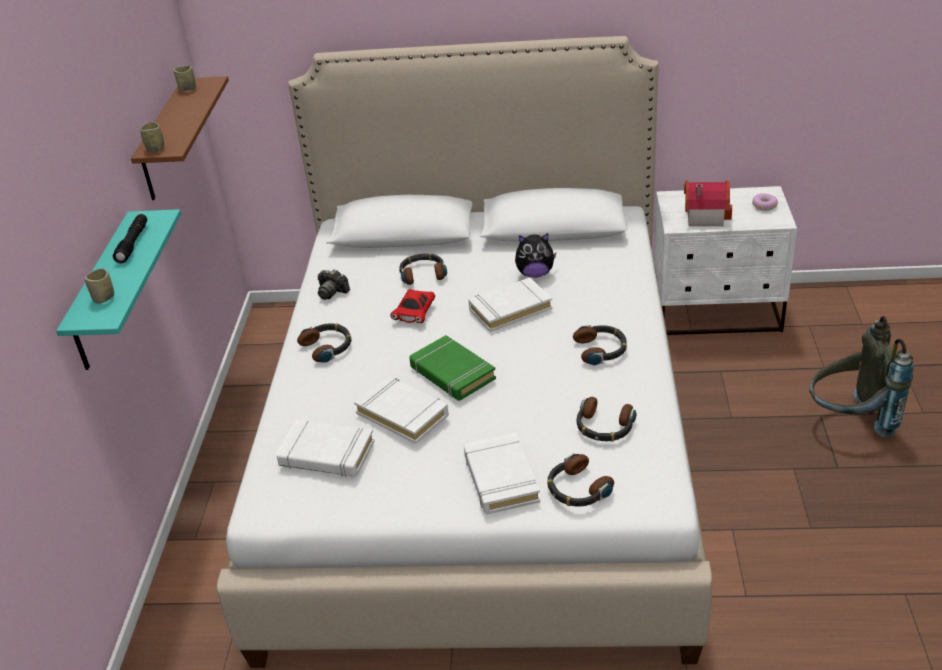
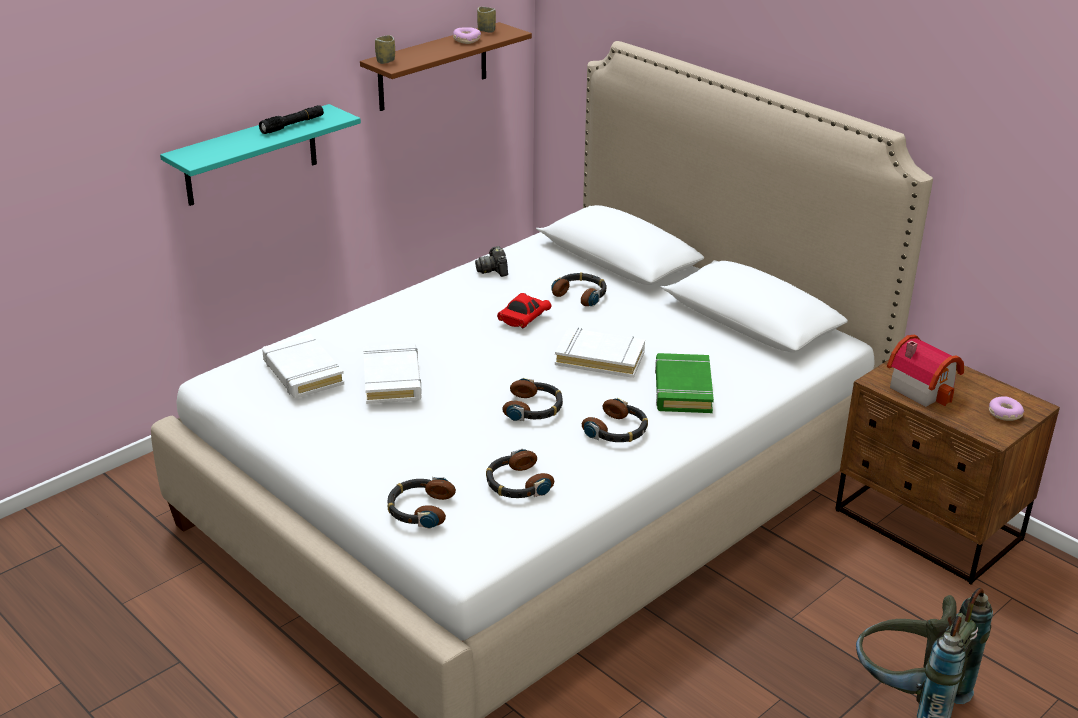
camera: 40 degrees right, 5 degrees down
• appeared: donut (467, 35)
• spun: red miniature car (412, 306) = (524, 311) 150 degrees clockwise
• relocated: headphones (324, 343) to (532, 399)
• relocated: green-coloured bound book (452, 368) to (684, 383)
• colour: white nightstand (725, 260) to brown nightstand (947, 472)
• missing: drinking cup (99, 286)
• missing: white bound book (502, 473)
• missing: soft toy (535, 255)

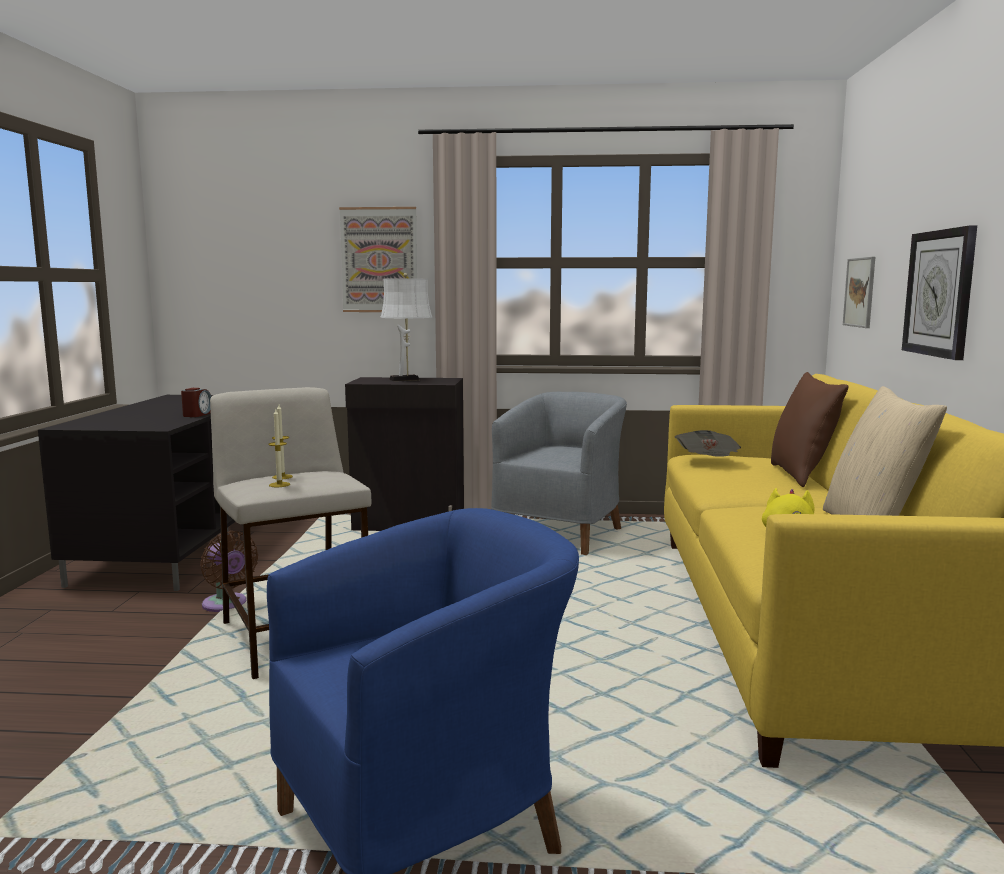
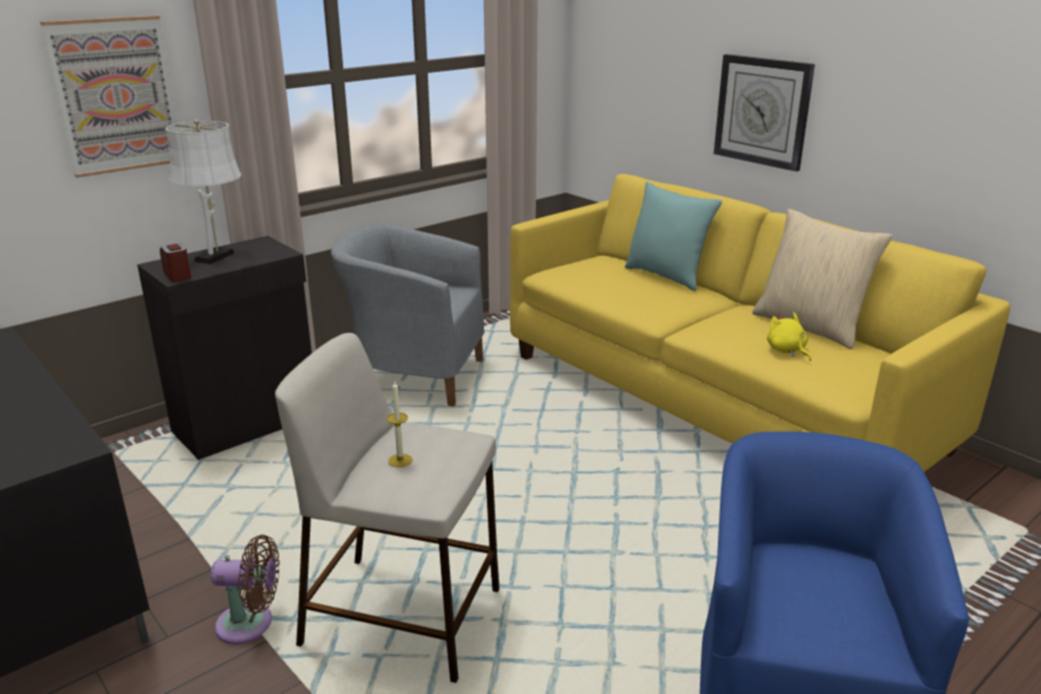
camera: 45 degrees left, 15 degrees up
• relocated: bedside clock (196, 402) to (175, 263)
• spun: greyish lounge chair (559, 473) = (407, 315) 60 degrees counterclockwise
• colour: brown cushion (810, 429) to turquoise cushion (673, 236)
• missing: candle (279, 448)
• missing: daily paper (708, 443)
• missing: wall art (859, 292)

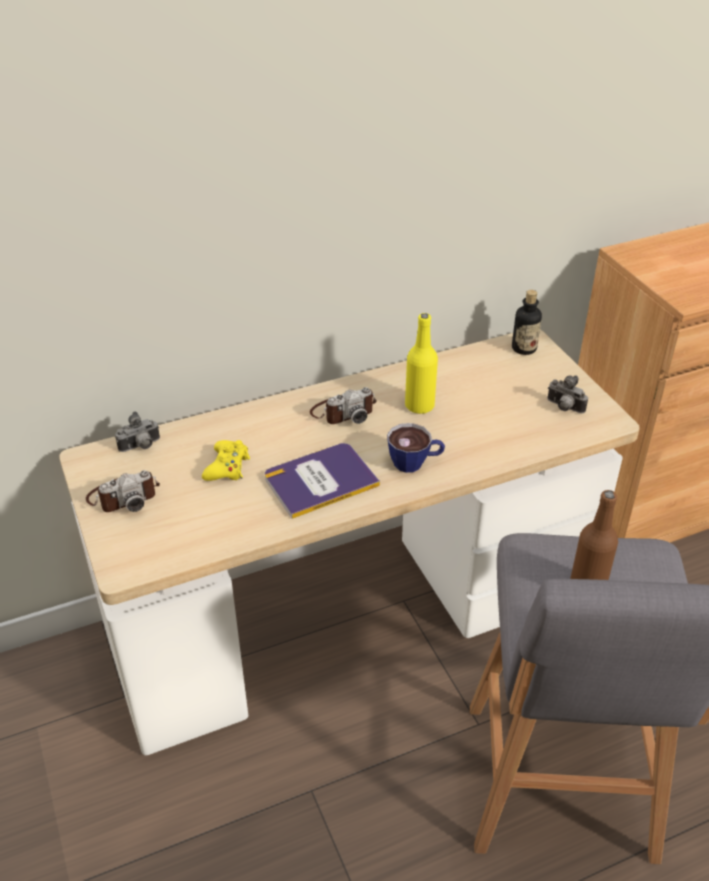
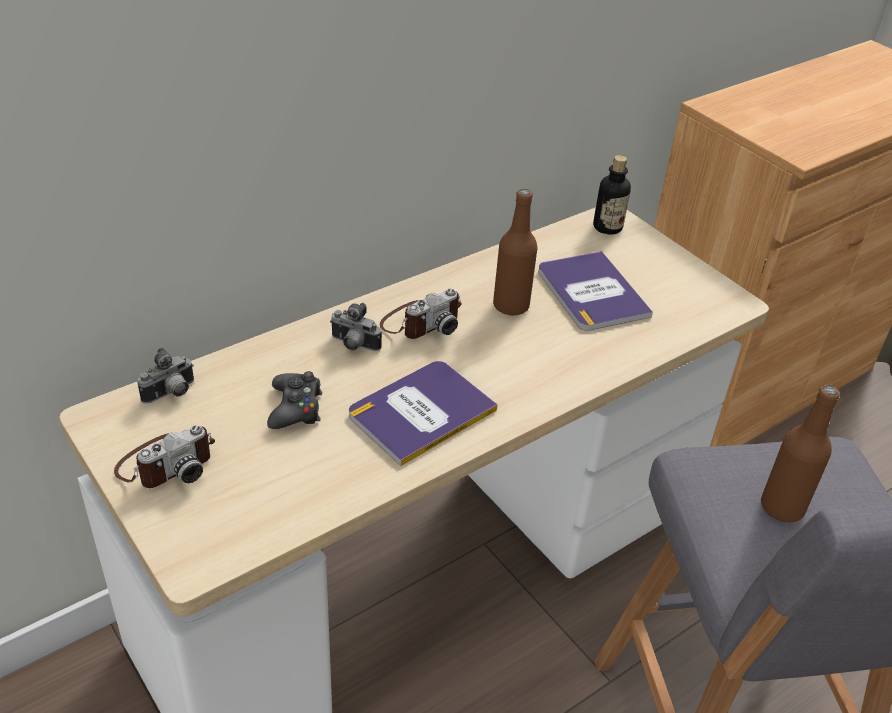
camera: 15 degrees left, 0 degrees up
• colour: yellowish game controller (226, 460) to black game controller (294, 400)
• relocated: photo camera (567, 394) to (356, 327)
• colour: yellowish bottle (421, 363) to brown bottle (515, 252)
• appeared: bound book (595, 291)
• missing: drinking cup (416, 448)

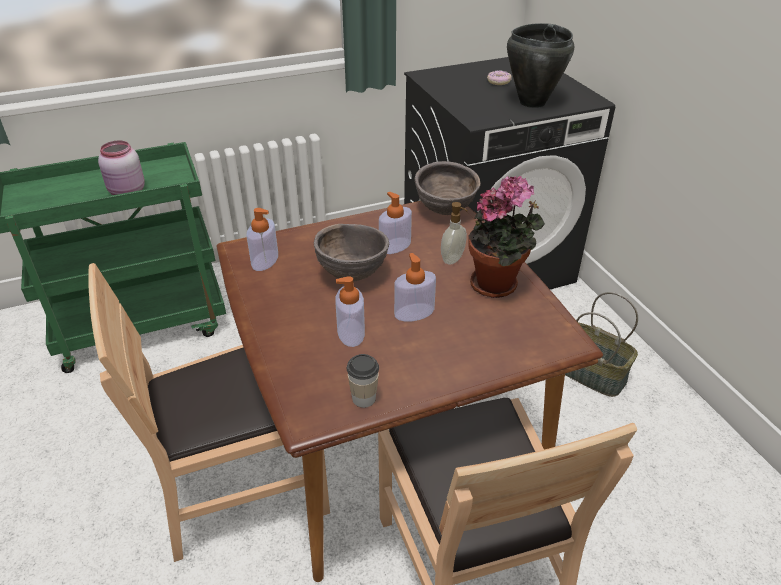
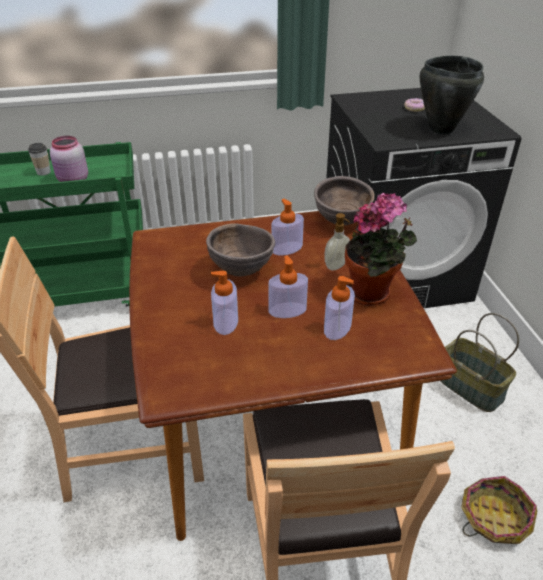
camera: 10 degrees right, 0 degrees up
• relocated: drinking cup (363, 381) to (39, 159)
• relocated: soap bottle (262, 239) to (339, 308)
• appeared: storage basket (499, 510)

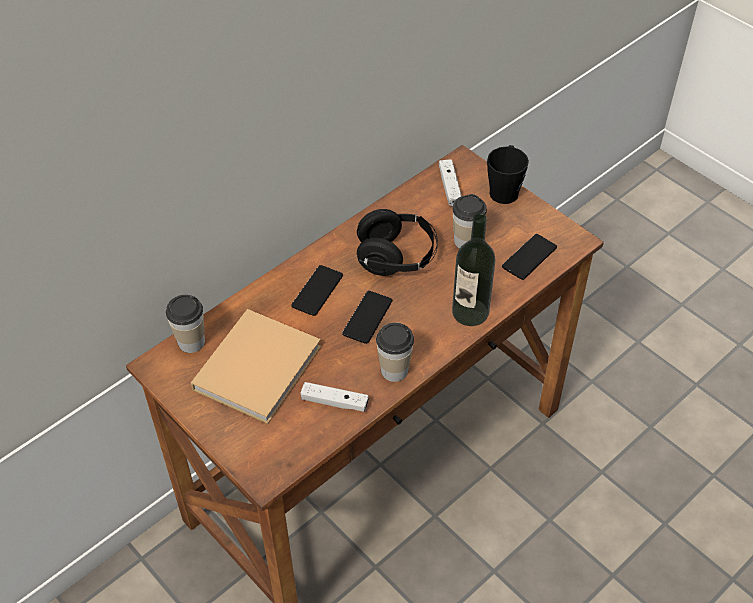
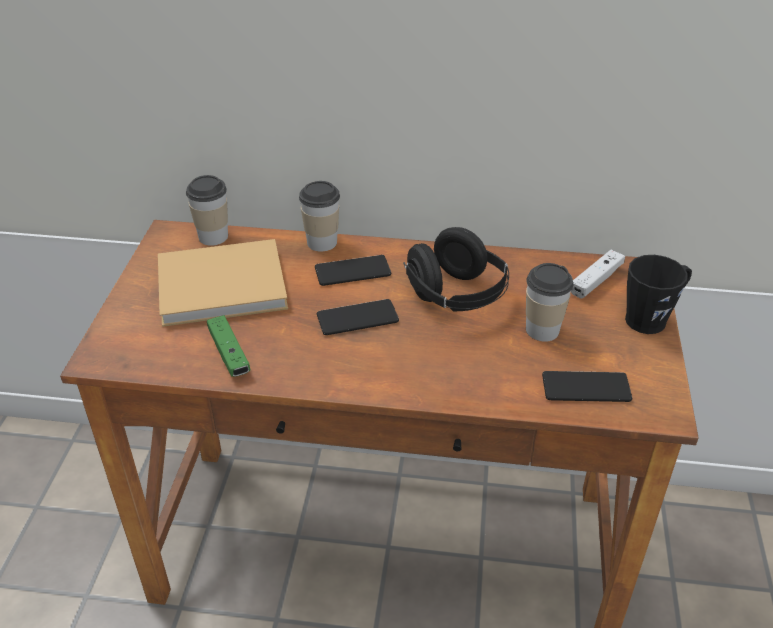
camera: 50 degrees right, 10 degrees down
• colour: white game controller (334, 397) to green-coloured game controller (228, 346)
• relocated: drinking cup (395, 352) to (319, 216)
• missing: bottle (473, 269)

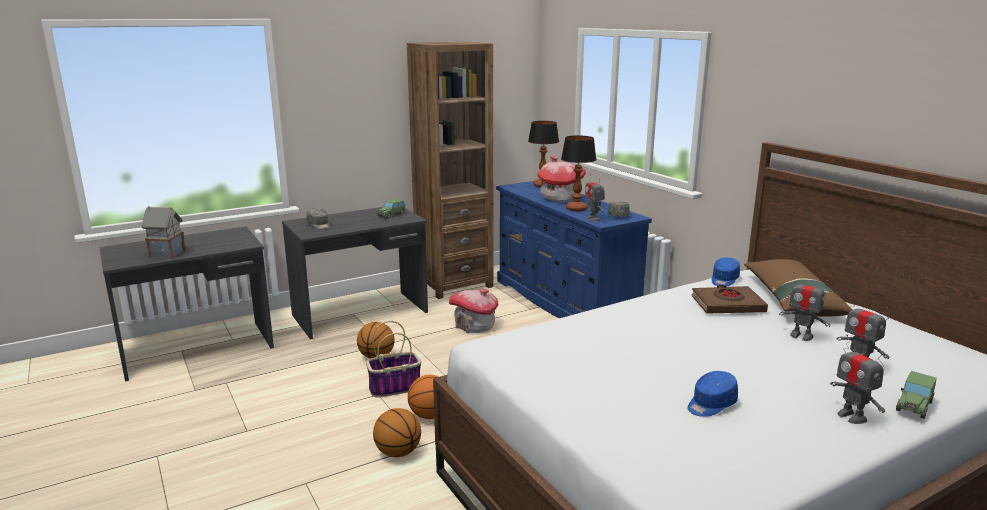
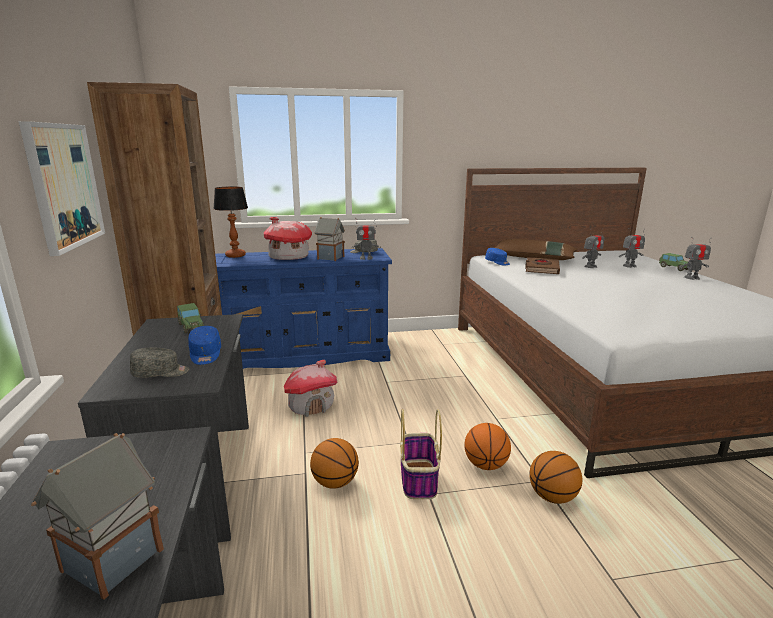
camera: 70 degrees left, 0 degrees up
• appeared: wall art (62, 188)
• relocated: blue peaked cap (713, 394) to (204, 345)
• exchanged: tabletop lamp (579, 173) to miniature house (329, 239)

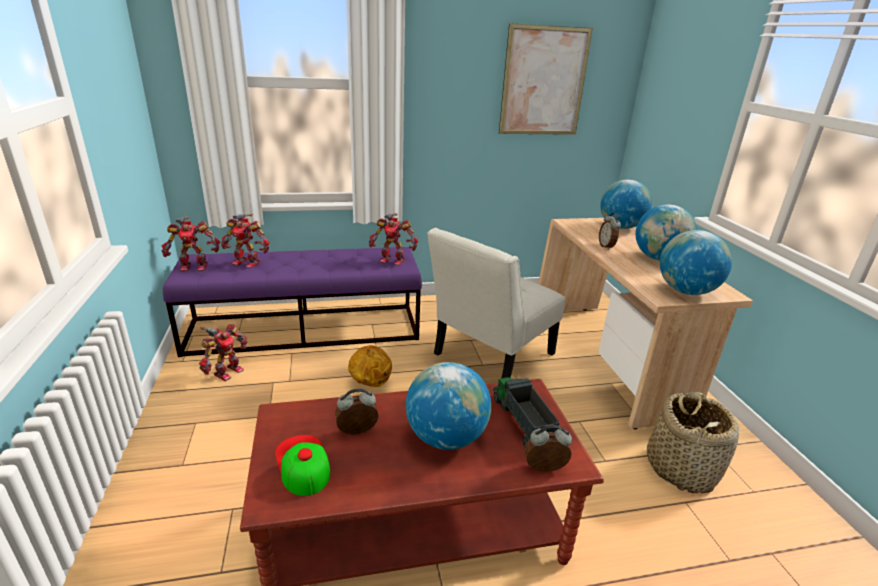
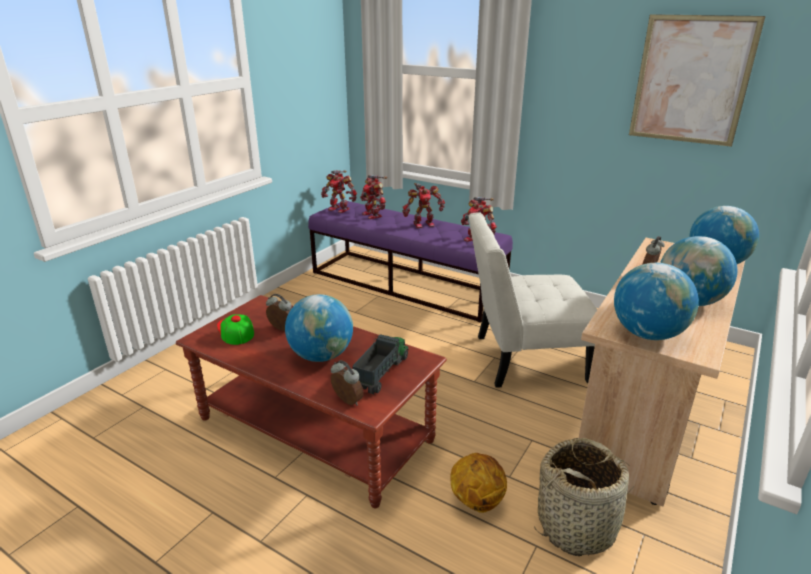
camera: 45 degrees right, 0 degrees up
• spun: peaked cap (302, 465) = (235, 329) 45 degrees counterclockwise
• relocated: model robot (223, 352) to (423, 205)
• relocated: ball for basketball (370, 366) to (478, 483)

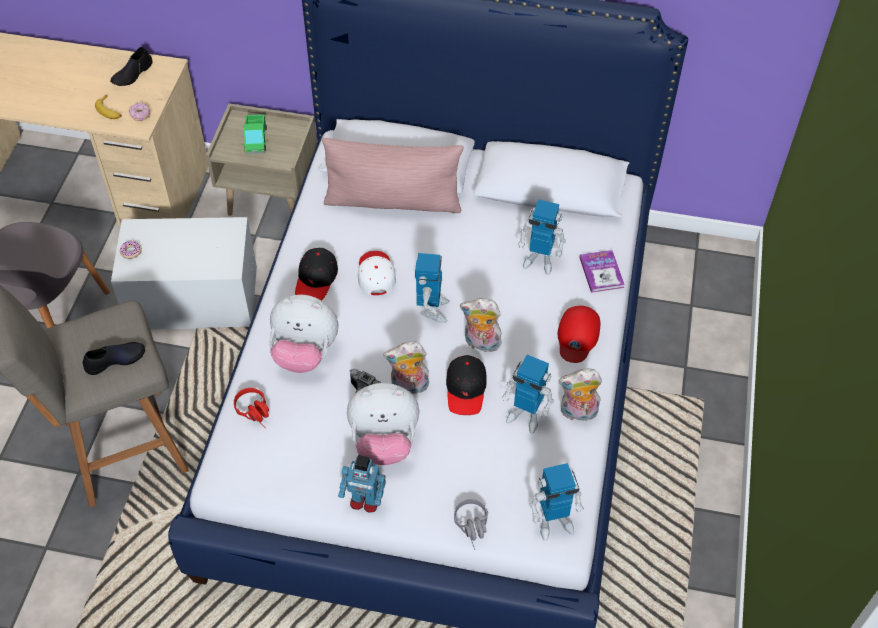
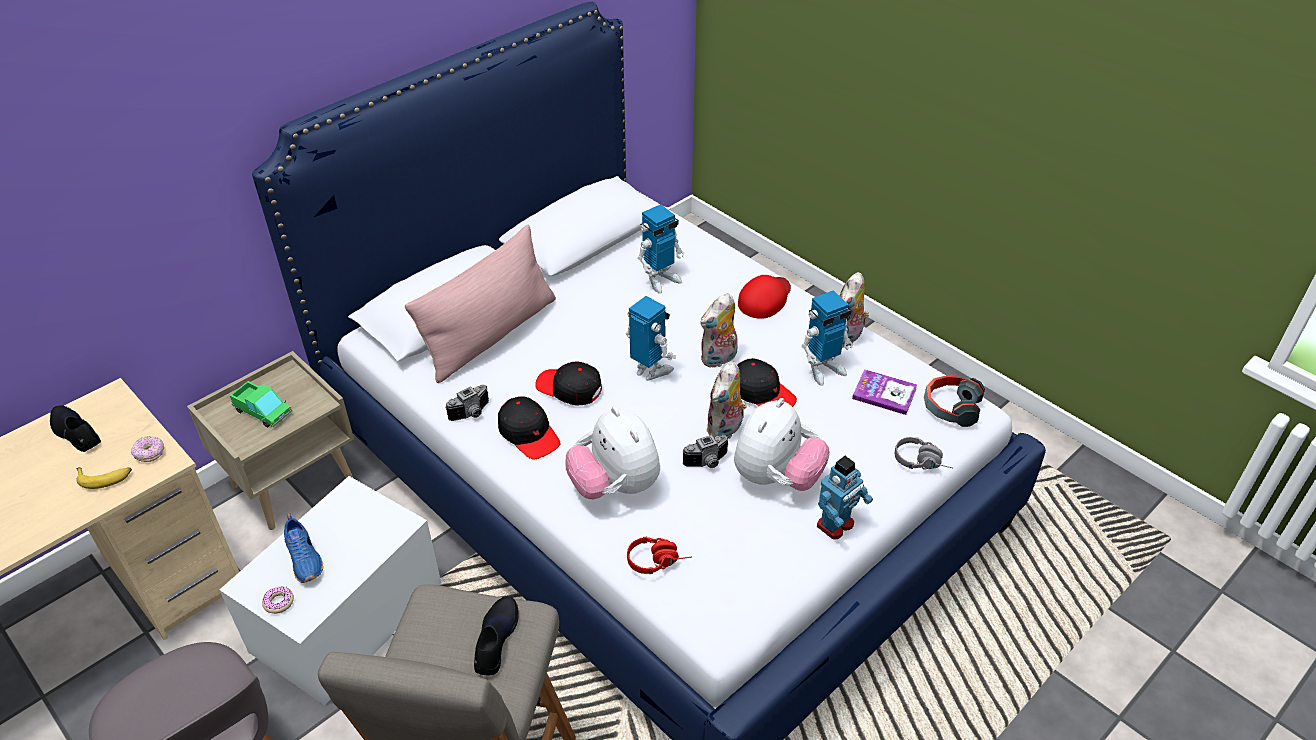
camera: 55 degrees left, 10 degrees down
• spun: black shoe (131, 66) = (75, 428) 150 degrees clockwise
• appeared: blue shoe (303, 548)
• appeared: photo camera (467, 403)
• colour: white peaked cap (377, 273) to black peaked cap (568, 383)
• spun: soft toy (303, 334) = (612, 453) 105 degrees clockwise
• spun: red peaked cap (579, 334) = (764, 297) 105 degrees counterclockwise
• relocated: bound book (602, 271) to (884, 392)
• exchanged: model robot (556, 502) to headphones (954, 401)

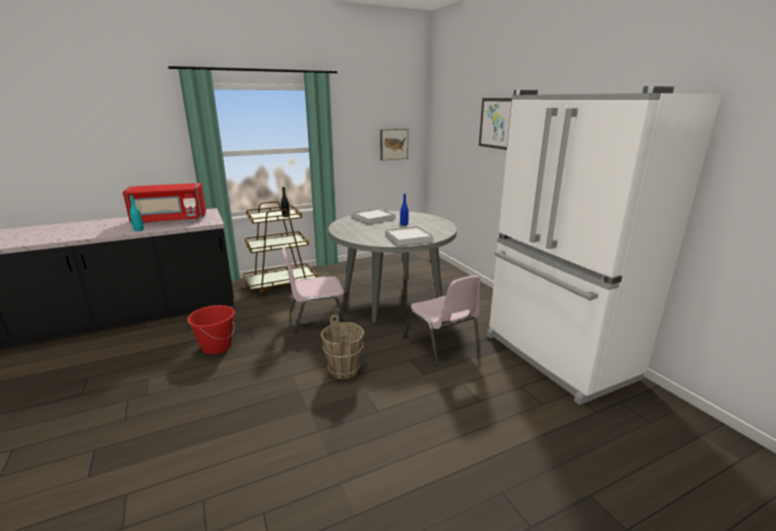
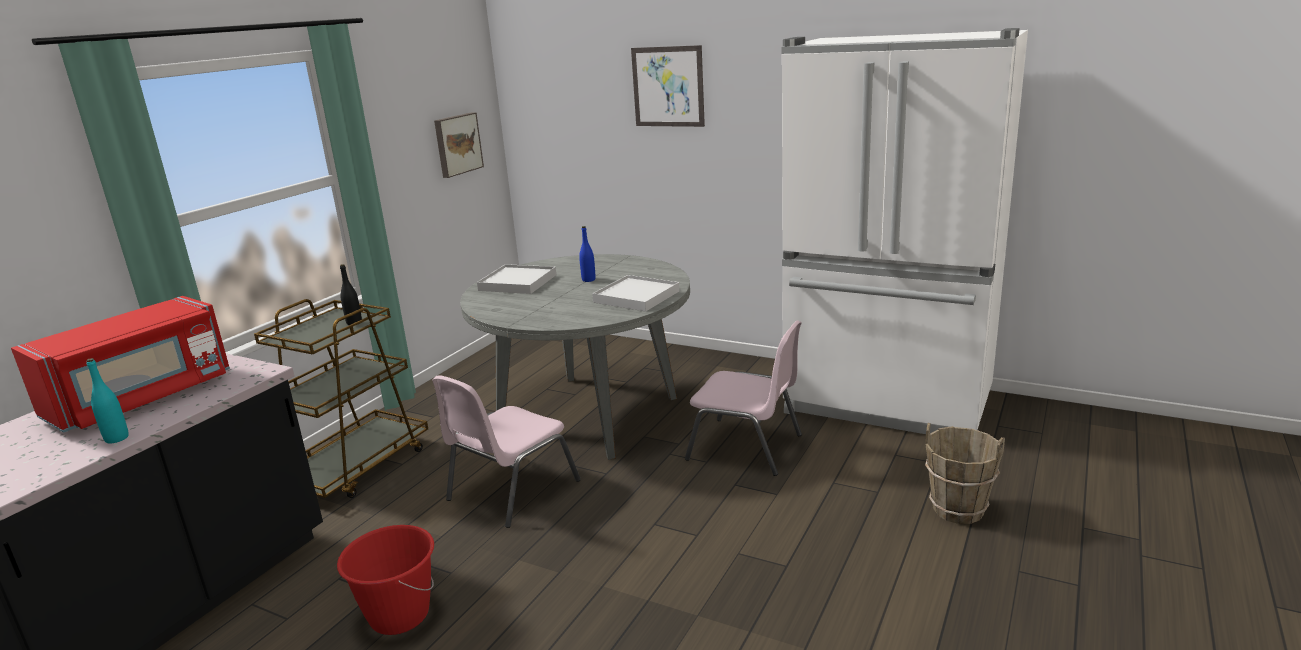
camera: 35 degrees left, 0 degrees up
• relocated: brown bucket (342, 347) to (965, 473)

